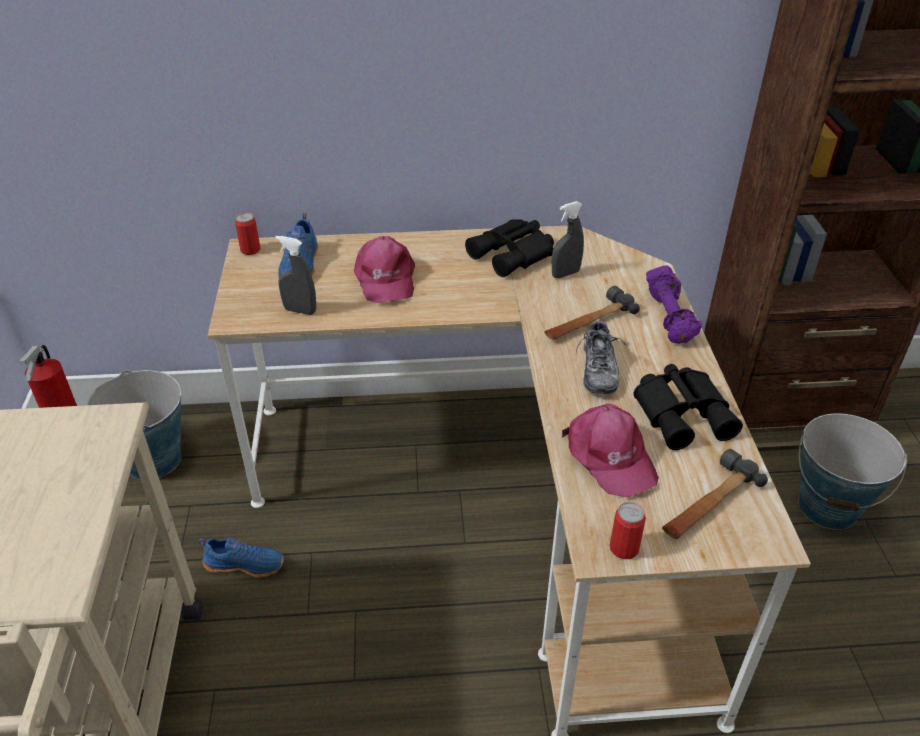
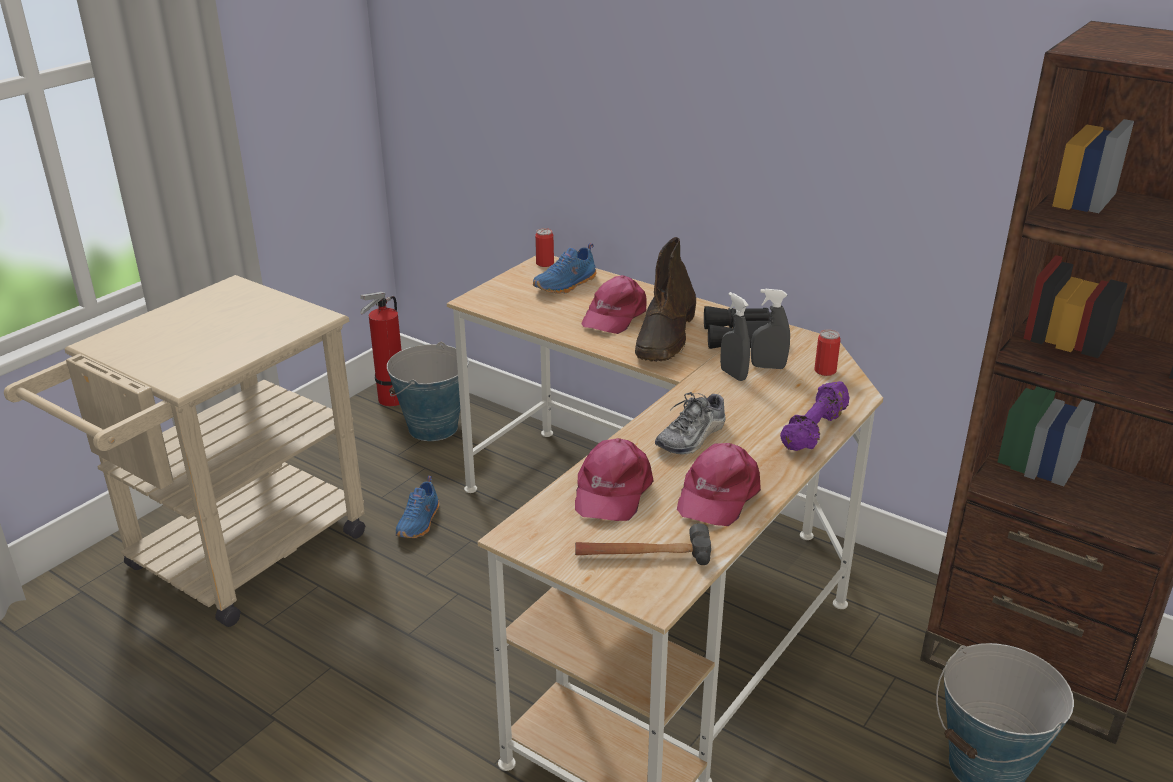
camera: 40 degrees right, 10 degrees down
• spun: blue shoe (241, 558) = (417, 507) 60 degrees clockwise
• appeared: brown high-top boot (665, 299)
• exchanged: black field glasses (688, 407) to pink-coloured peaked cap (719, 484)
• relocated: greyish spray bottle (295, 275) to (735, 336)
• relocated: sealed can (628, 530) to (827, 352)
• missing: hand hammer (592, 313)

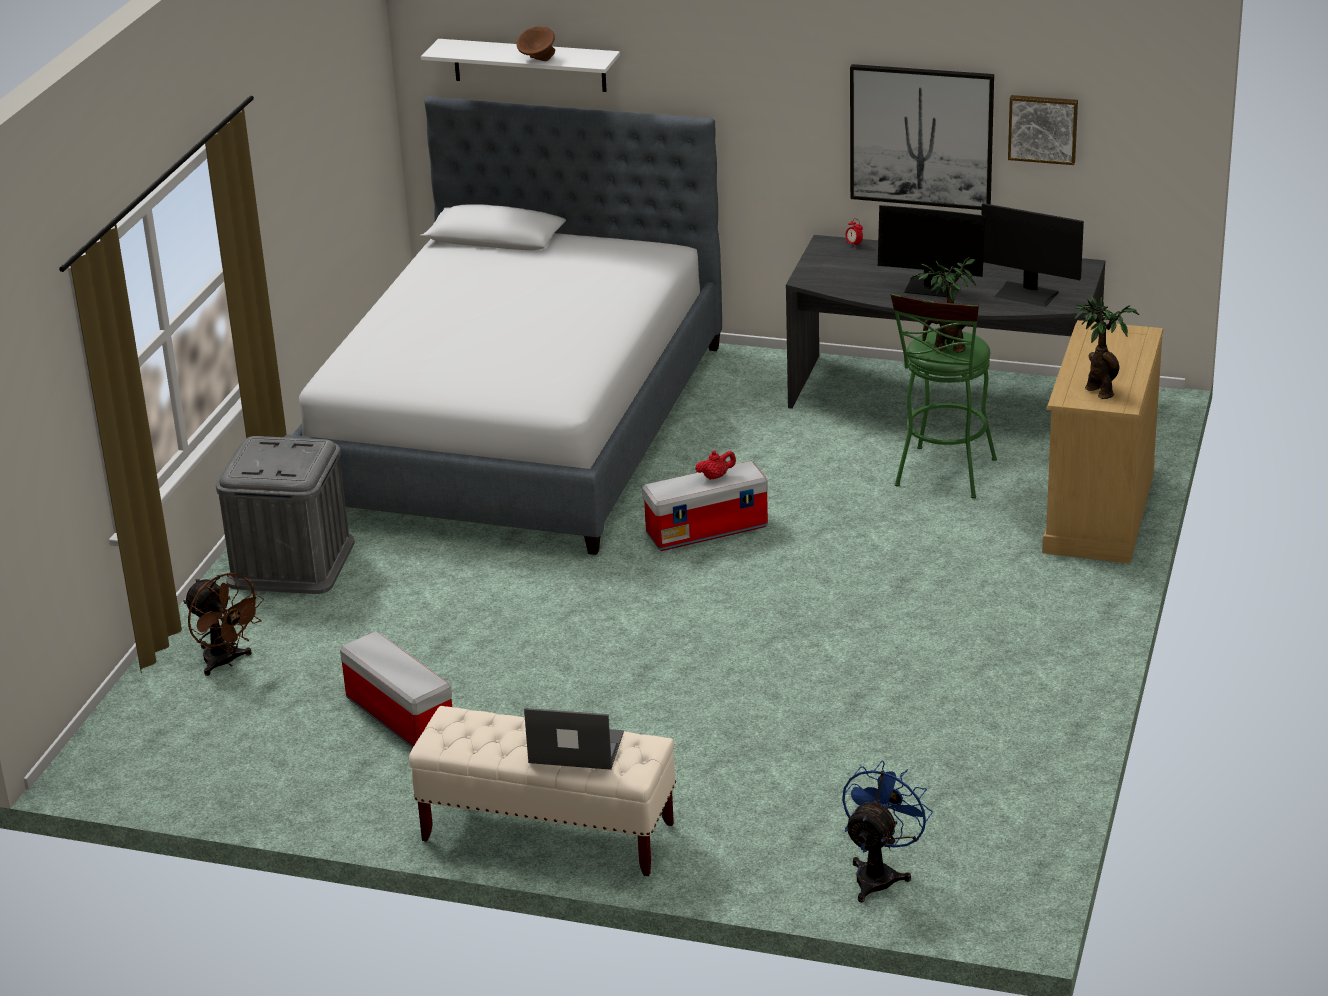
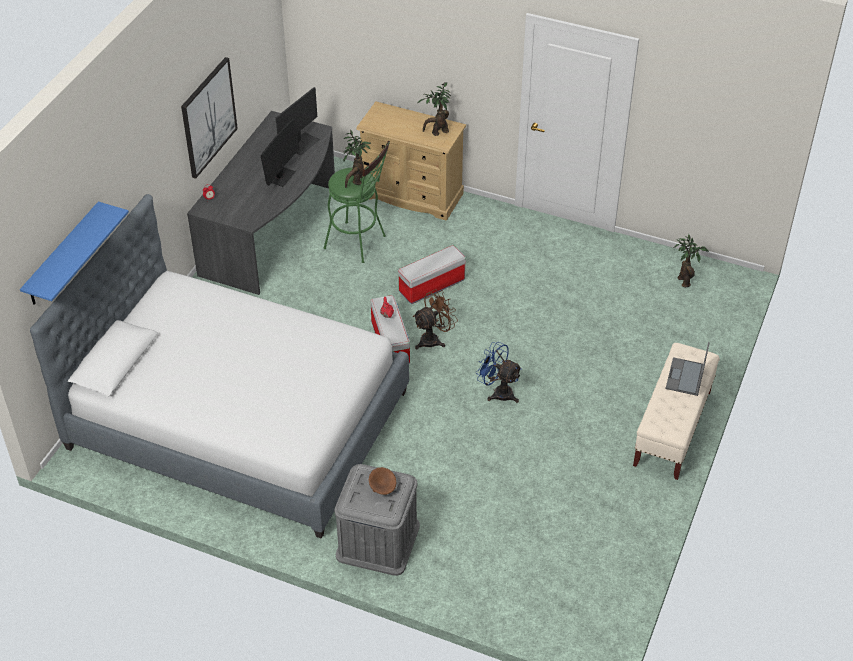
camera: 85 degrees left, 15 degrees up
• colour: white shelf (520, 65) to blue shelf (74, 253)
• relocated: brown deep dish (536, 43) to (382, 481)
• relocated: storage bin (396, 689) to (432, 274)
• relocated: brown fan (223, 624) to (435, 319)
• relocated: blue fan (887, 831) to (499, 372)
• appeared: plant in a pot (691, 260)
• missing: wall art (1043, 130)

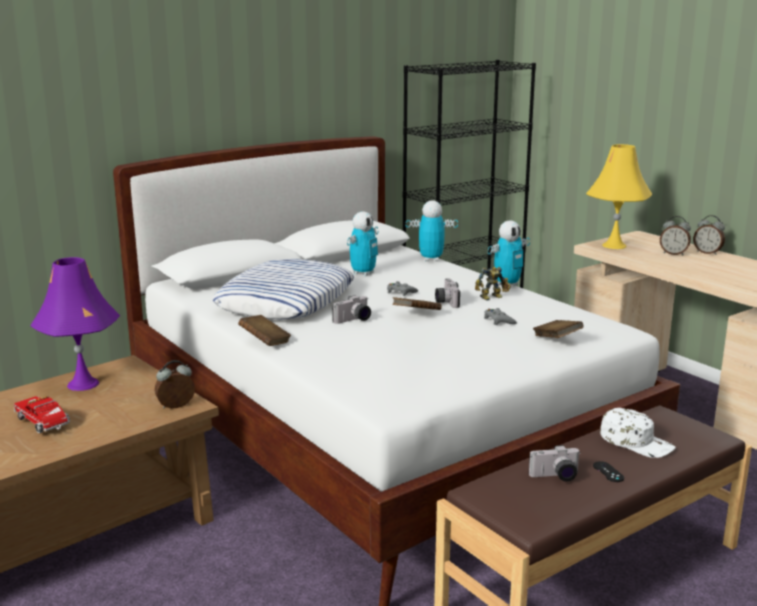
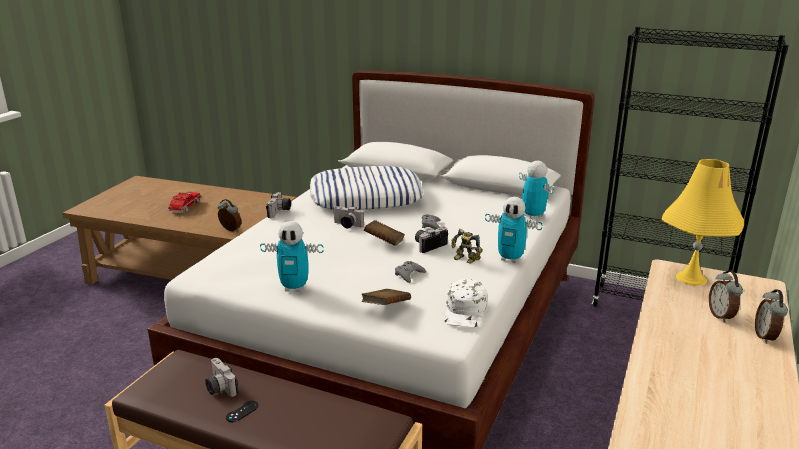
camera: 60 degrees right, 5 degrees up
• relocated: model robot (362, 243) to (292, 256)
• exchanged: brown bound book (264, 330) to photo camera (278, 205)
• relocated: white peaked cap (638, 433) to (465, 303)
• missing: purple tabletop lamp (75, 324)

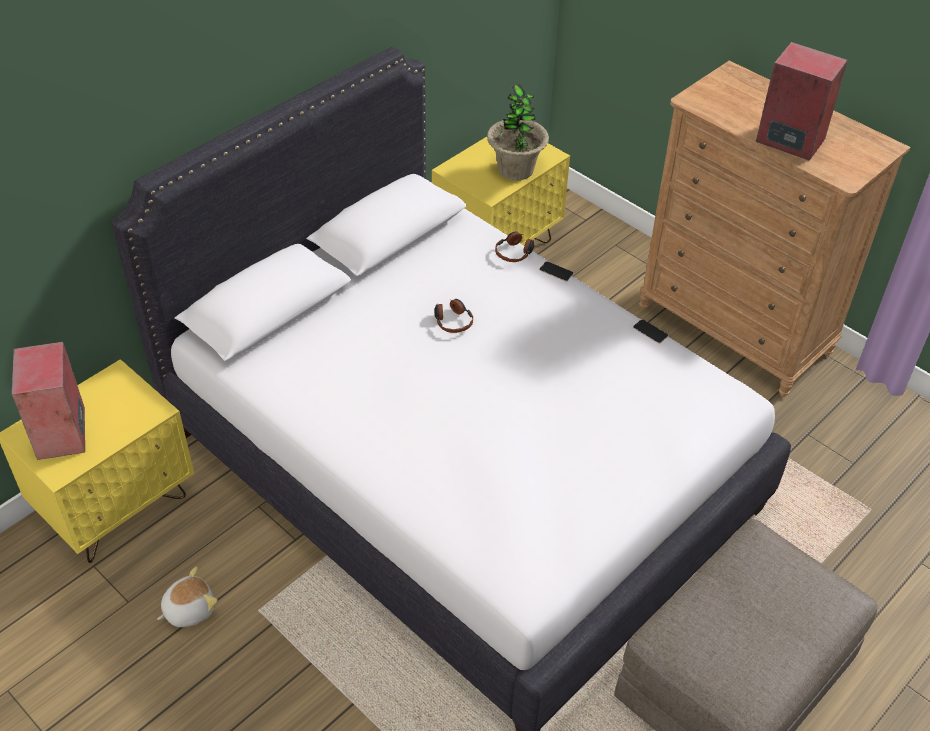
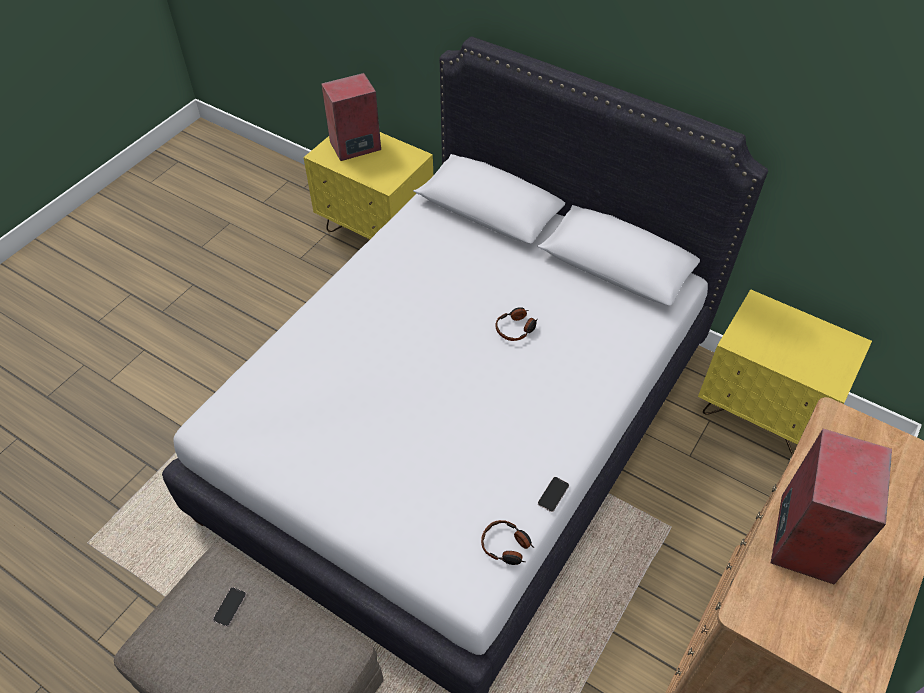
camera: 80 degrees right, 5 degrees up
• relocated: handset (556, 271) to (229, 607)
• relocated: headphones (514, 246) to (507, 542)
• missing: soft toy (187, 597)
• missing: plant in a pot (518, 132)

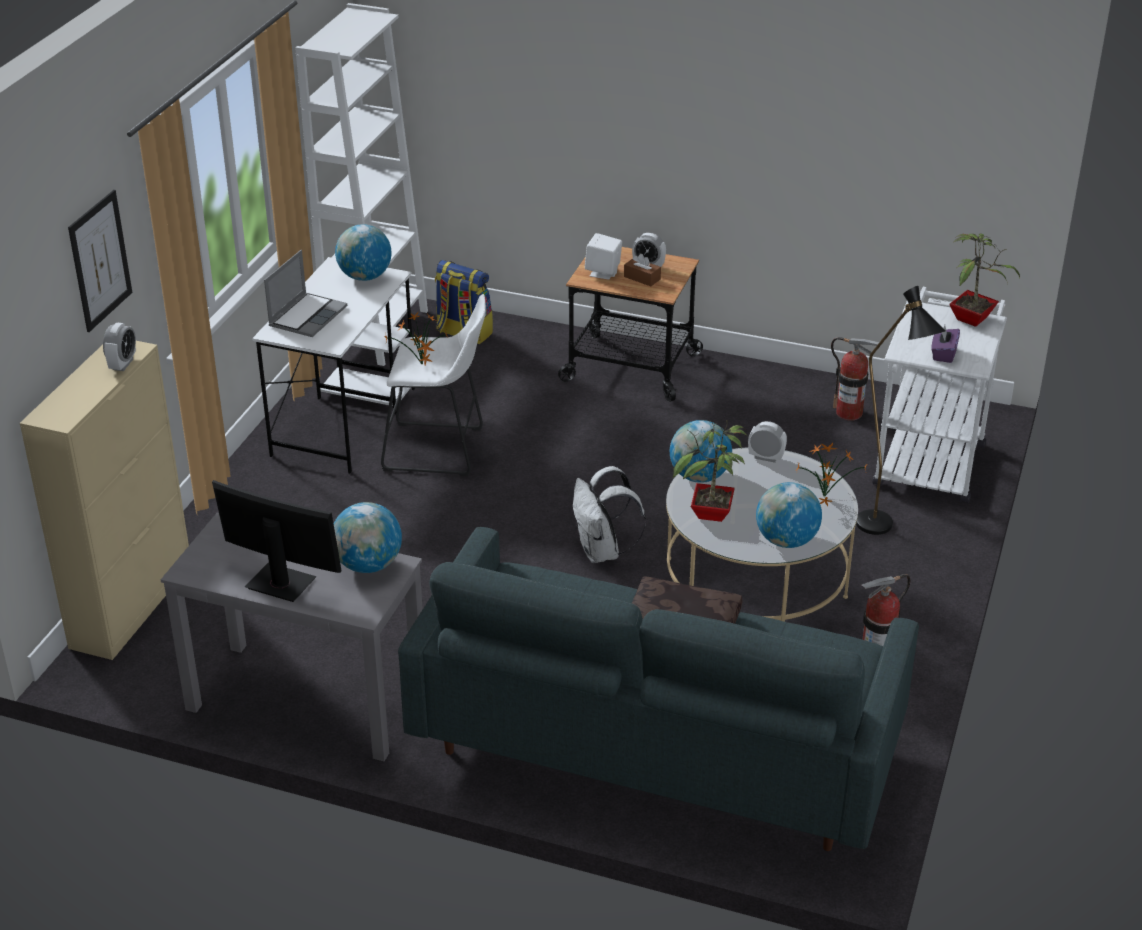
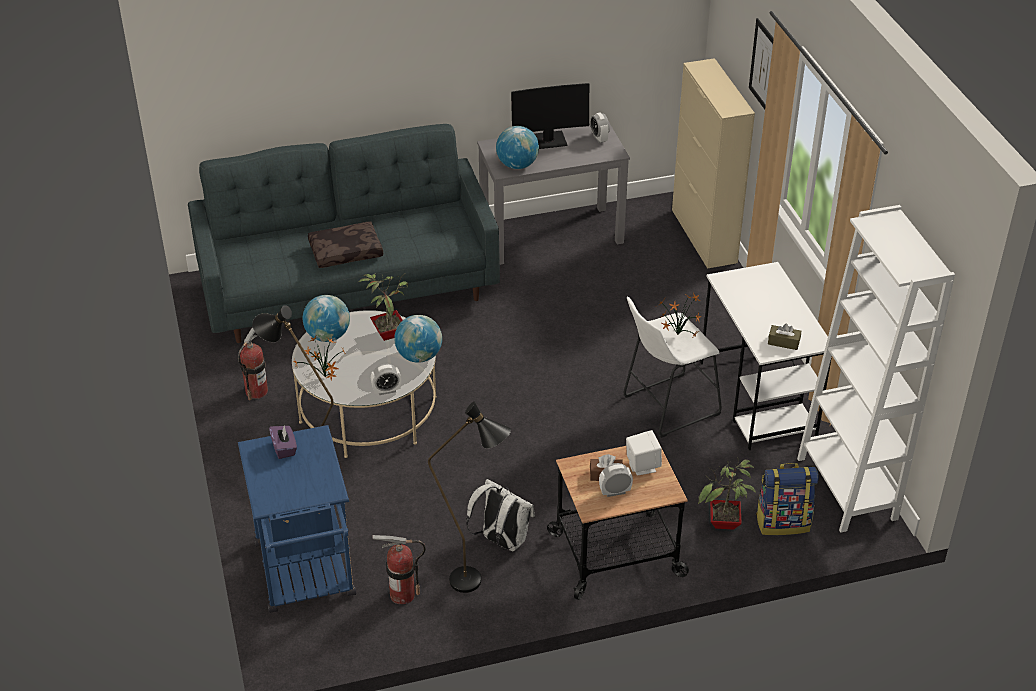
camera: 145 degrees right, 5 degrees up
• colour: white cart (939, 395) to blue cart (297, 519)
• appeared: black standing lamp (469, 497)
• relocated: white backpack (609, 514) to (500, 515)
• relocated: bedside clock (119, 347) to (600, 128)
• relocated: plant in a pot (984, 280) to (727, 494)
• exchanged: desk globe (363, 252) to brown tissue box (784, 336)
• missing: notebook computer (305, 293)

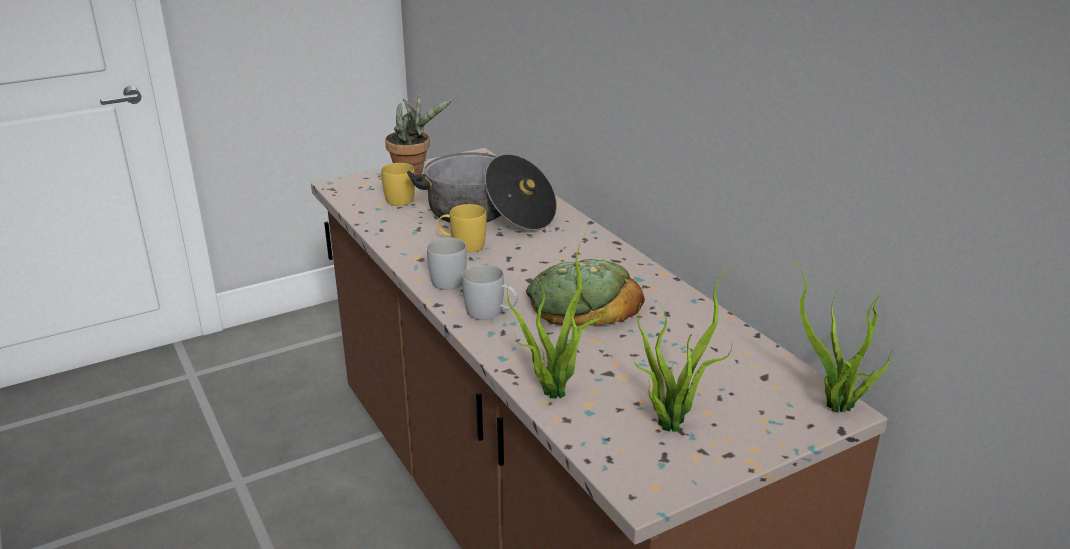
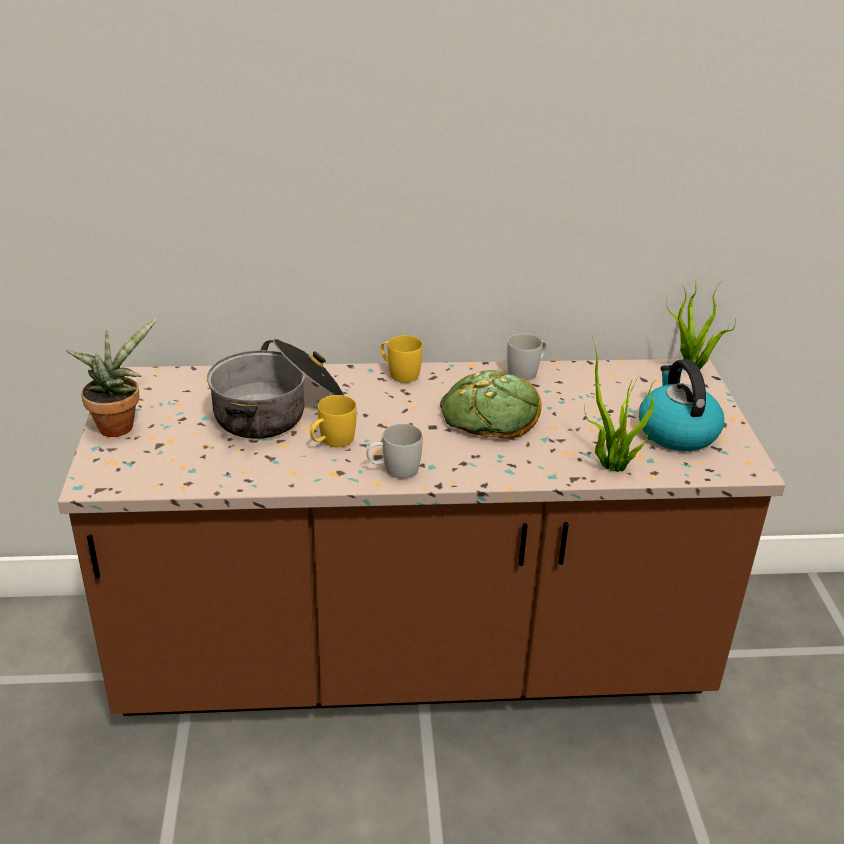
camera: 65 degrees left, 5 degrees up
• relocated: yellowish mug (398, 184) to (401, 359)
• relocated: white mug (490, 292) to (526, 357)
• exchanged: plant in a pot (683, 348) to water kettle (681, 405)

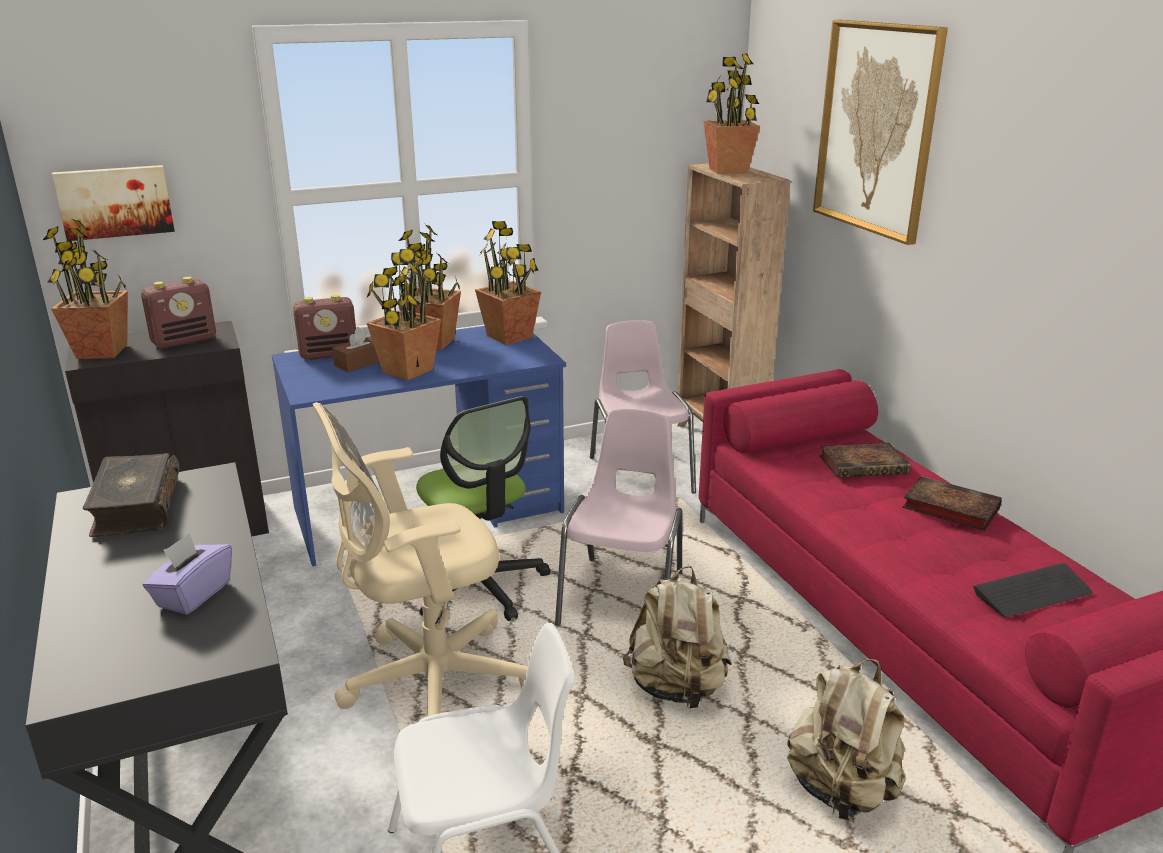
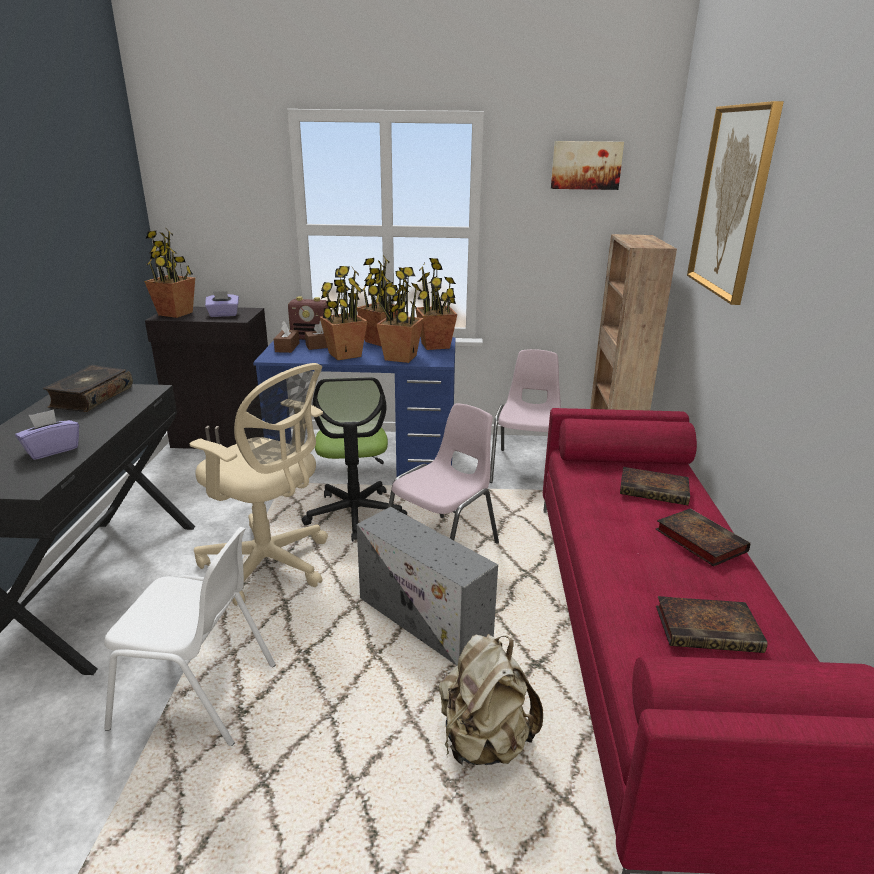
camera: 25 degrees right, 0 degrees up
• spun: sand-coloured desk chair (420, 559) = (258, 484) 150 degrees counterclockwise
• exchanged: radio set (178, 313) to purple tissue box (222, 304)
• appeared: brown tissue box (287, 337)
• exchanged: sand-coloured backpack (677, 637) to greyish storage bin (427, 586)
• relocated: plant in a pot (731, 114) to (399, 315)
• relocated: wall art (113, 203) to (587, 165)
• exchanged: computer keyboard (1033, 590) to bound book (712, 624)

